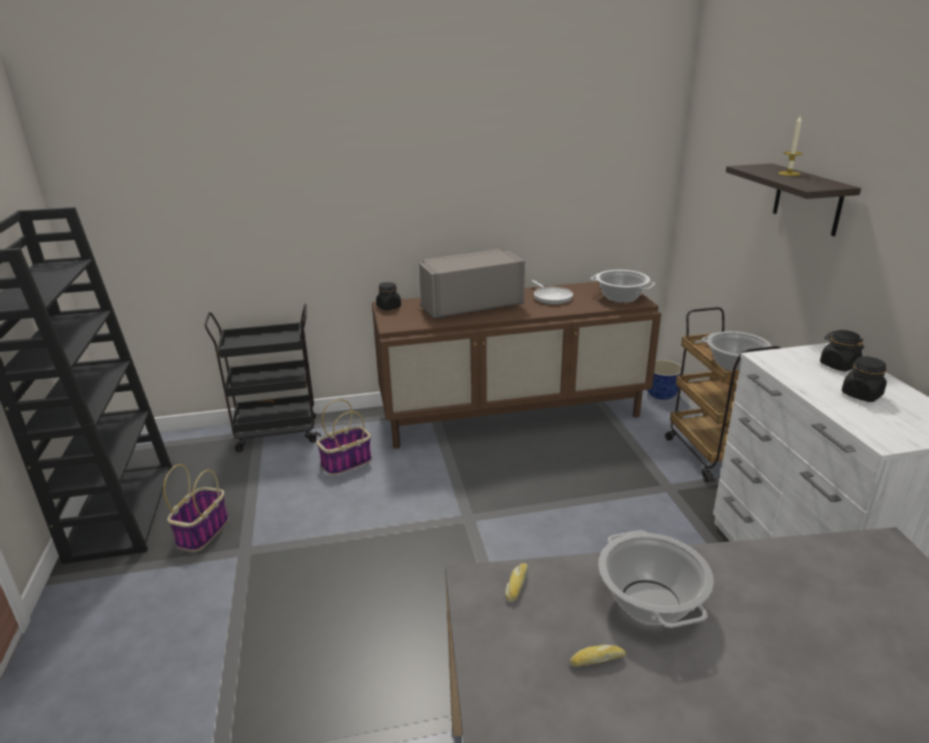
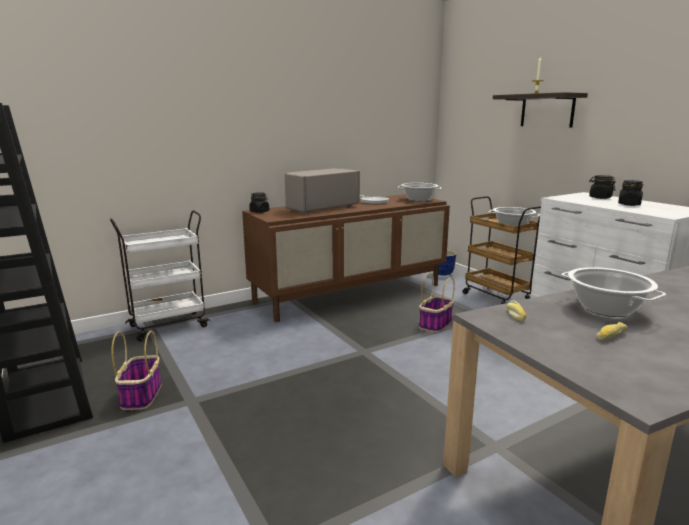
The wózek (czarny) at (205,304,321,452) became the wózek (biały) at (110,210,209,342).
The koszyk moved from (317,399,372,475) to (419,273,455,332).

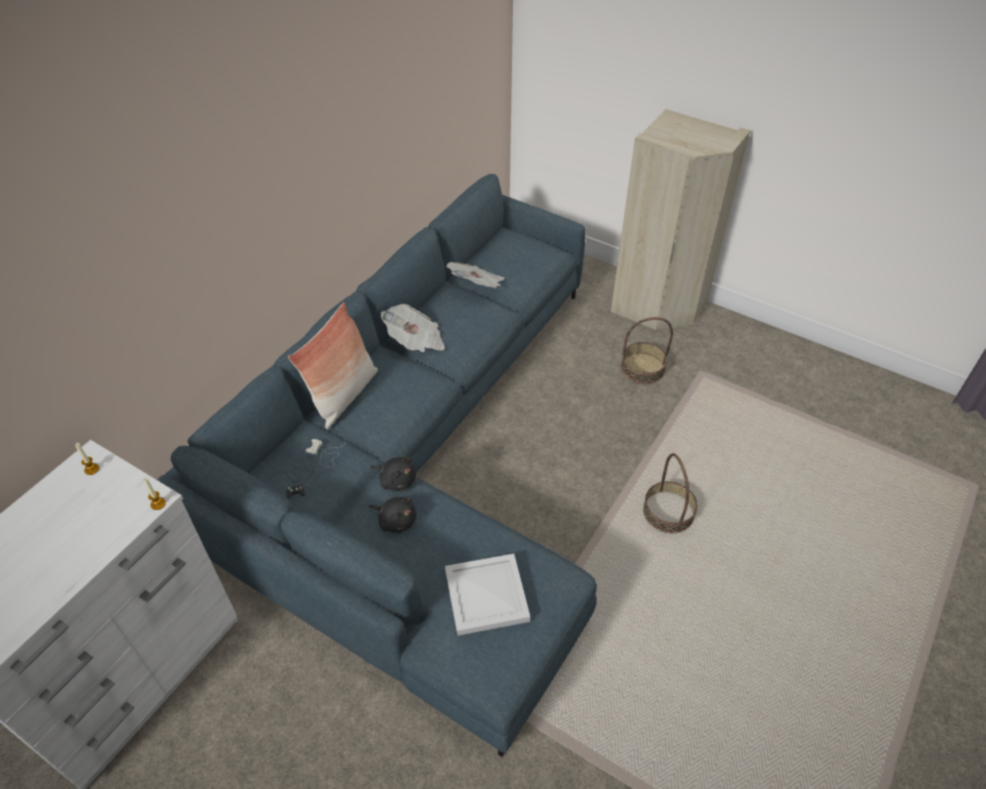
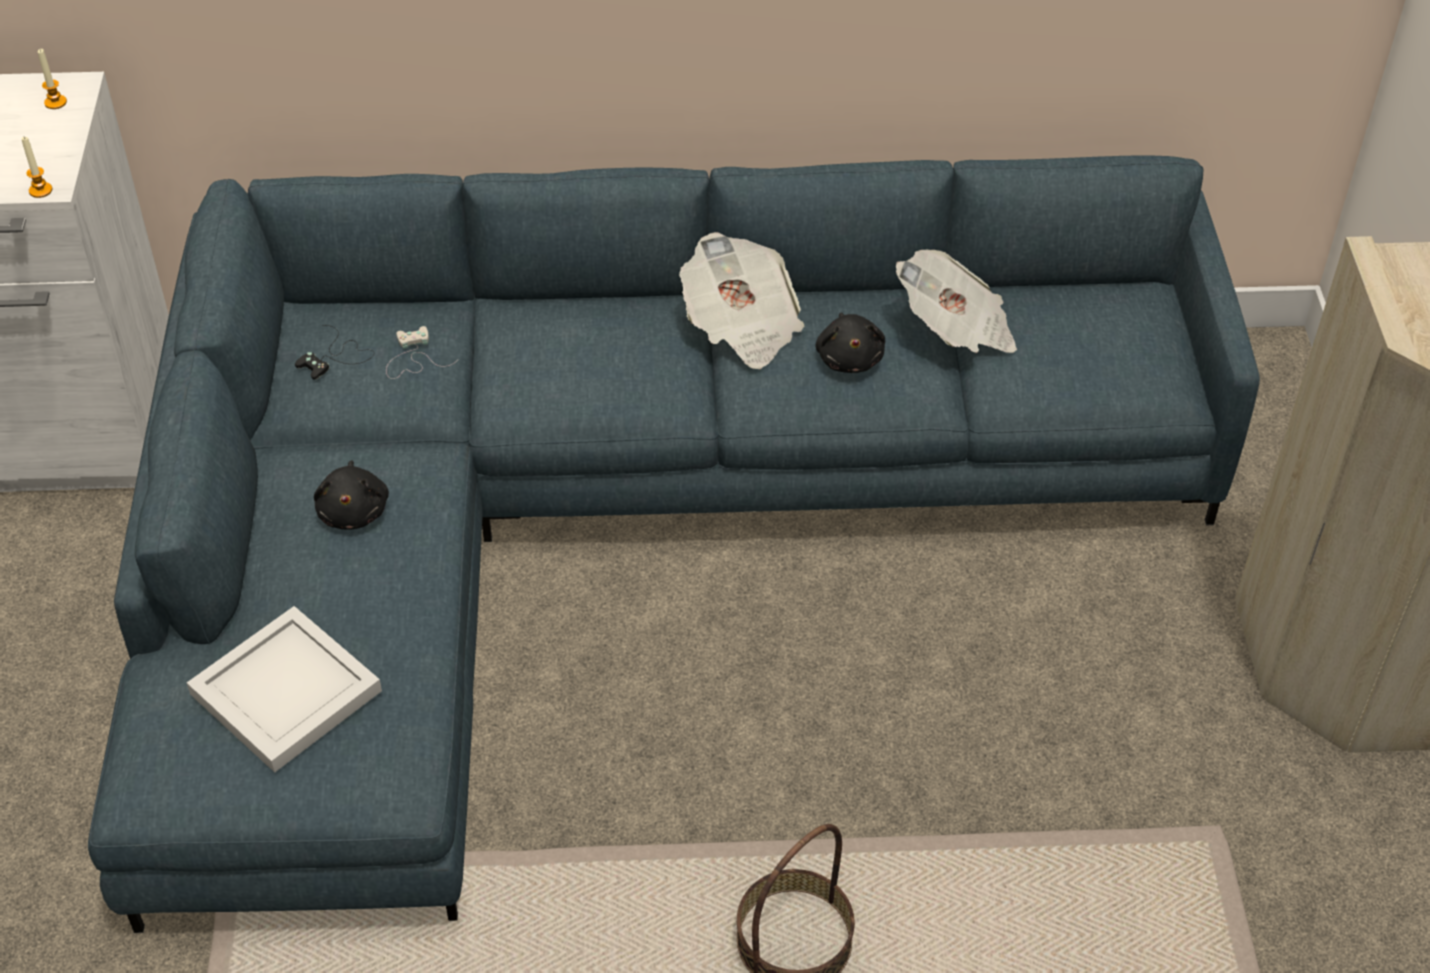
The pluszak (czarny) moved from (371,457,416,491) to (815,313,885,373).
The poduszka at (288,302,378,429) disappeared.
The koszyk at (621,317,673,384) disappeared.

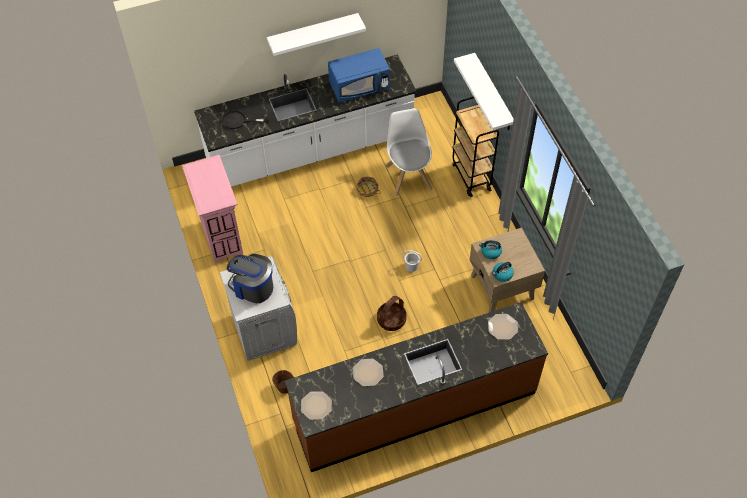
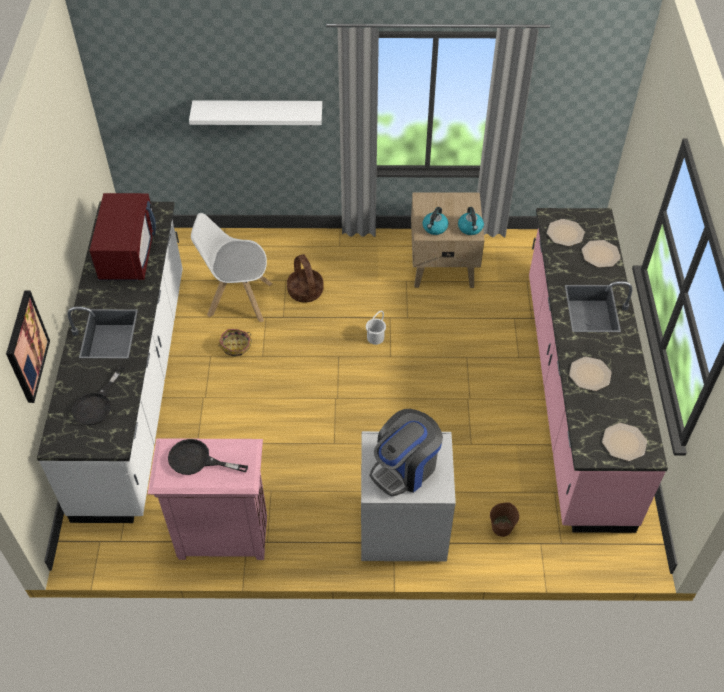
The obraz at (6,291,50,403) appeared.
The mikrofalówka (niebieski) at (328,48,390,103) became the mikrofalówka (czerwony) at (89,193,156,280).
The patelnia (czarny) at (168,439,248,475) appeared.
The koszyk moved from (377,296,406,331) to (287,254,324,303).
The zabudowa kuchenna (brązowy) at (285,302,548,472) became the zabudowa kuchenna (różowy) at (529,208,668,533).
The talerz at (582,240,621,267) appeared.
The półka (biały) at (267,13,366,56) disappeared.
The wózek (brązowy) at (452,96,499,197) disappeared.

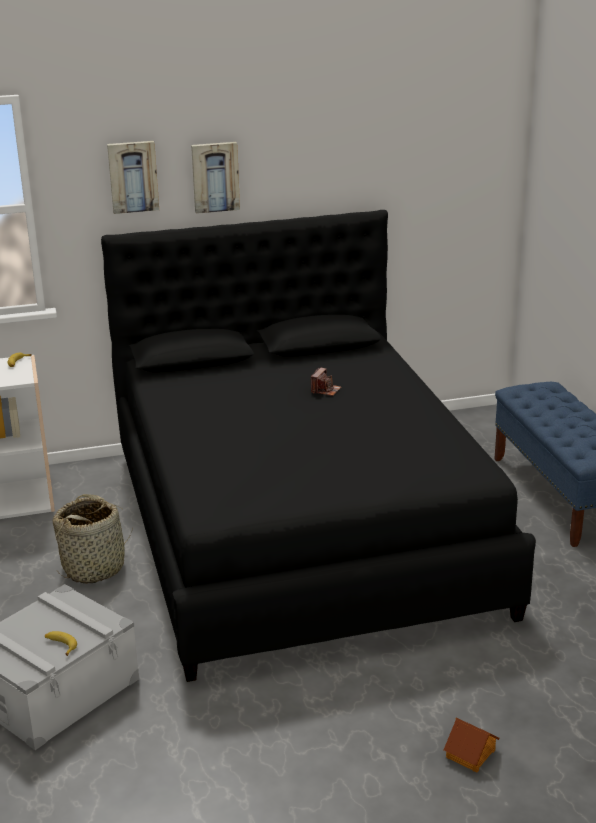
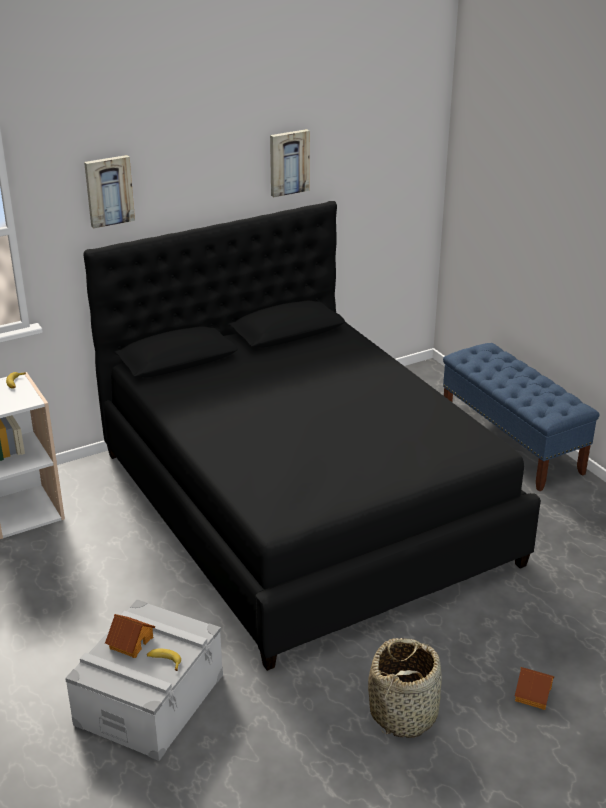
The domek at (105,614,155,658) appeared.
The obraz moved from (191,142,240,214) to (270,129,310,197).
The koszyk moved from (53,494,133,584) to (368,638,442,738).
The aparat fotograficzny at (311,367,341,396) disappeared.

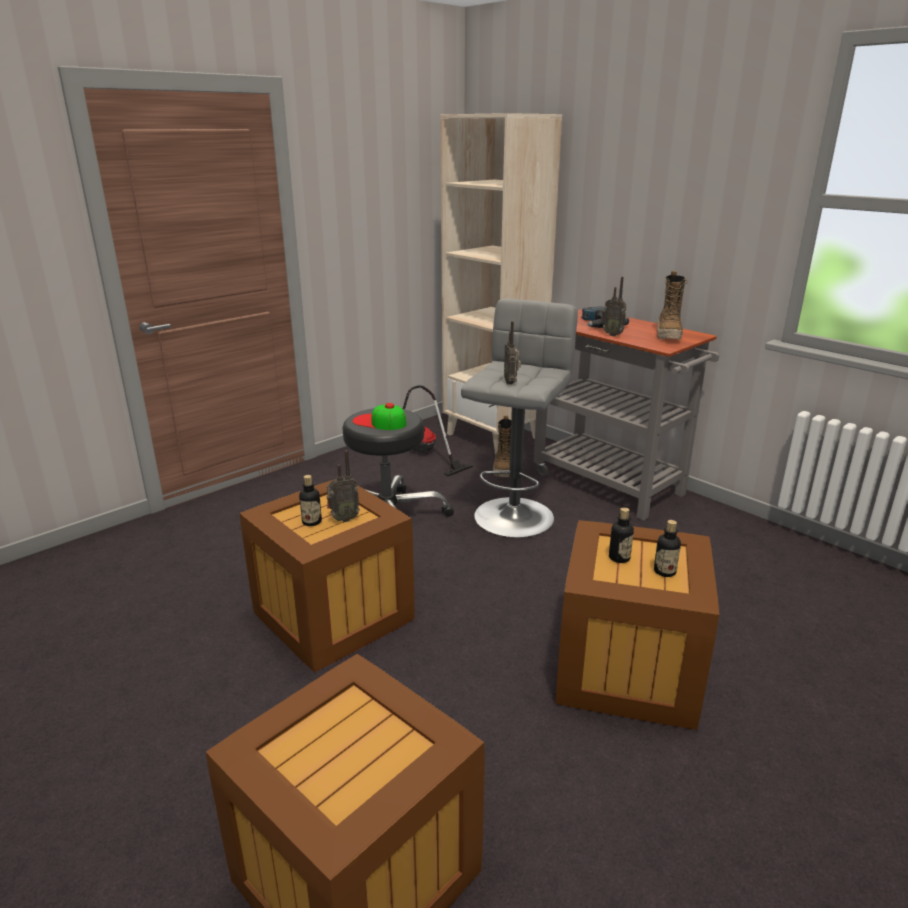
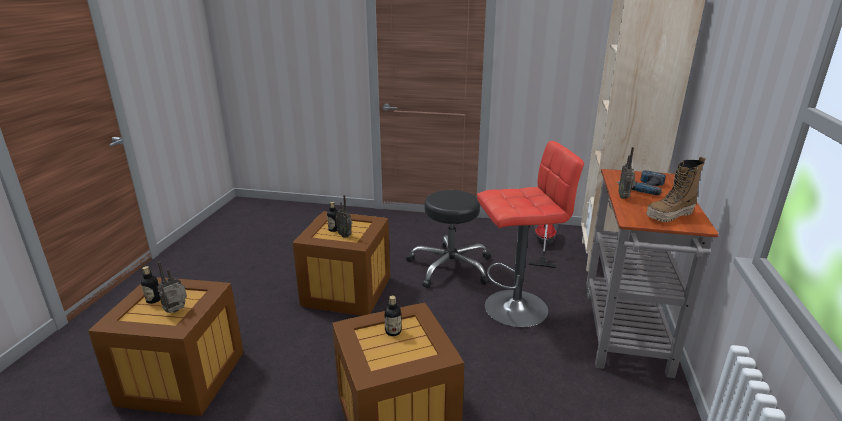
The butelka moved from (654,520,681,577) to (141,266,160,304).
The radio moved from (504,321,521,384) to (158,261,187,313).
The stołek (szary) at (461,299,578,538) became the stołek (czerwony) at (477,141,584,327).
The czapka z daszkiem at (353,403,407,430) disappeared.
The but z cholewką at (493,415,511,477) disappeared.

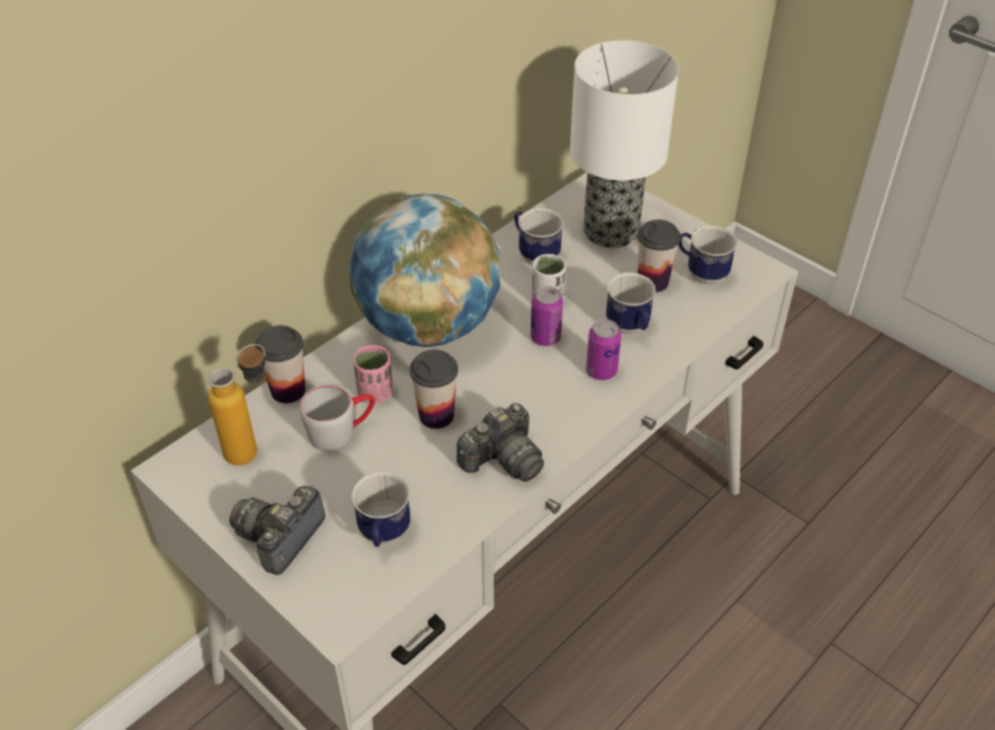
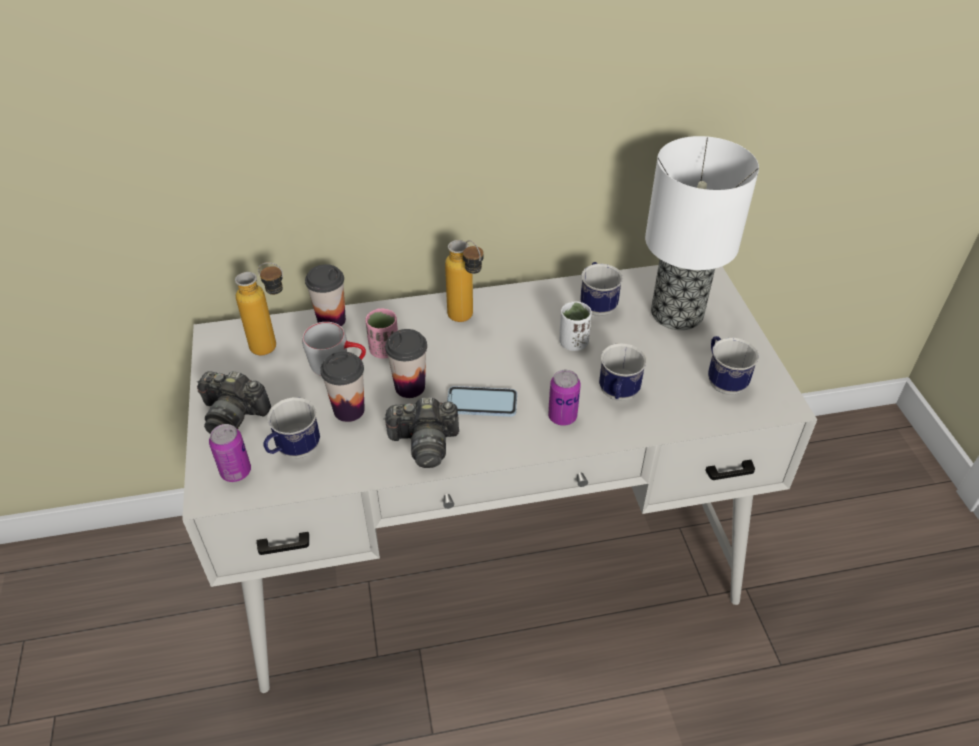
The aparat fotograficzny at (229,486,325,575) turned 135 degrees counterclockwise.
The puszka moved from (531,286,563,346) to (209,424,251,482).
The filiżanka moved from (638,220,681,292) to (320,351,365,422).
The globus at (349,194,500,347) was replaced by the butelka at (445,240,483,322).
The telefon at (447,386,517,417) appeared.

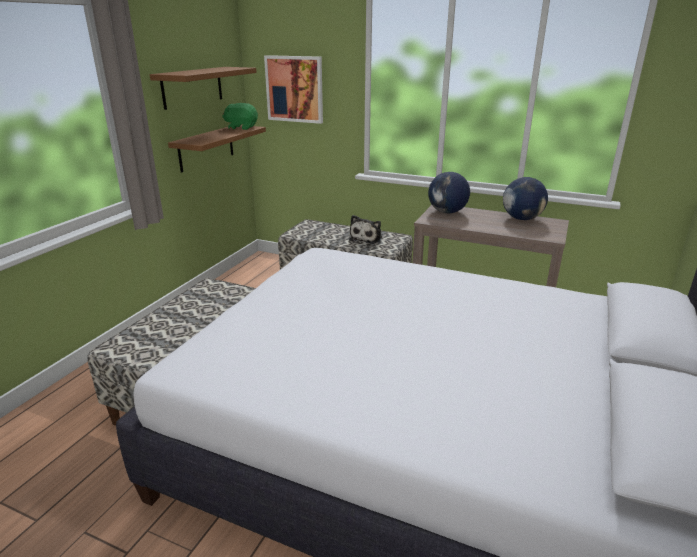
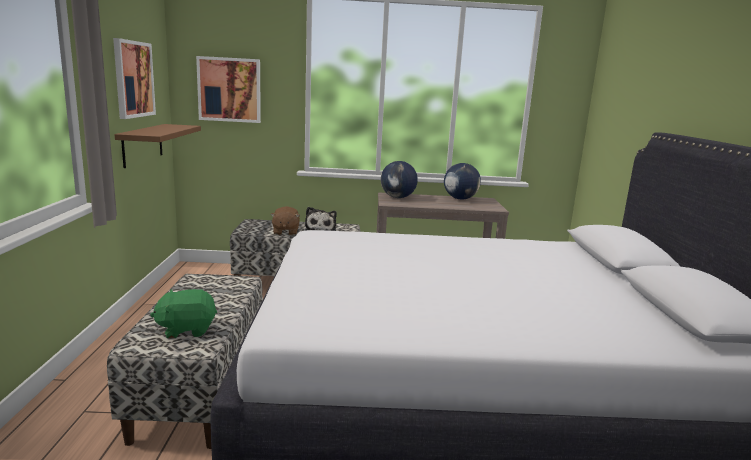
The półka (brązowy) at (150,67,257,110) was replaced by the obraz at (113,38,156,119).
The pluszak (zielony) moved from (222,103,258,130) to (150,289,217,338).
The pluszak (brązowy) at (270,206,300,235) appeared.

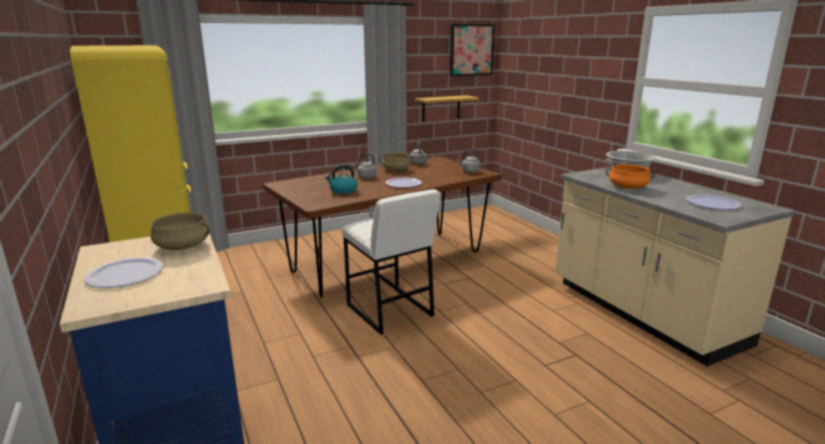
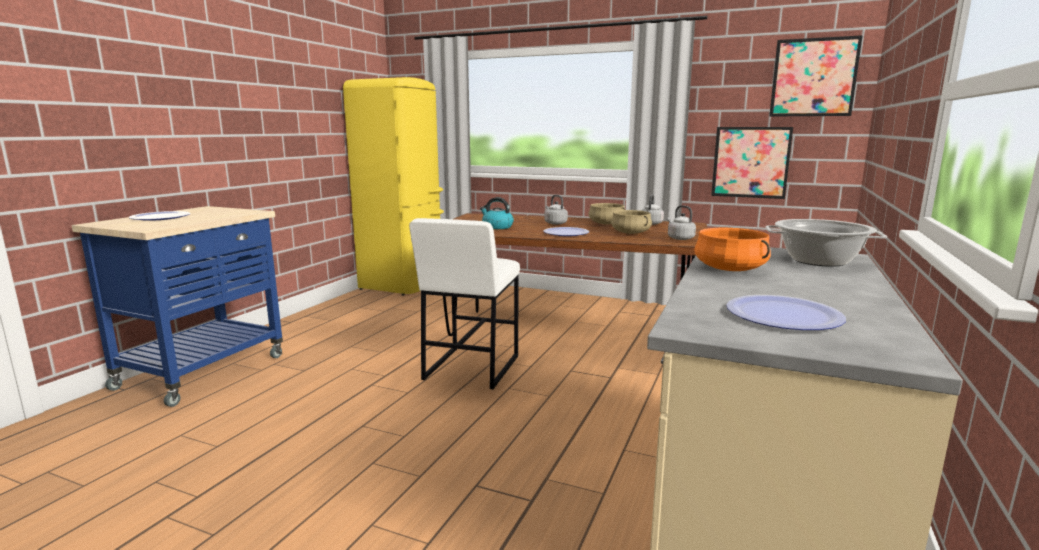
The garnek (beżowy) moved from (150,213,210,250) to (611,210,652,234).
The półka at (415,95,479,122) was replaced by the obraz at (711,127,793,199).

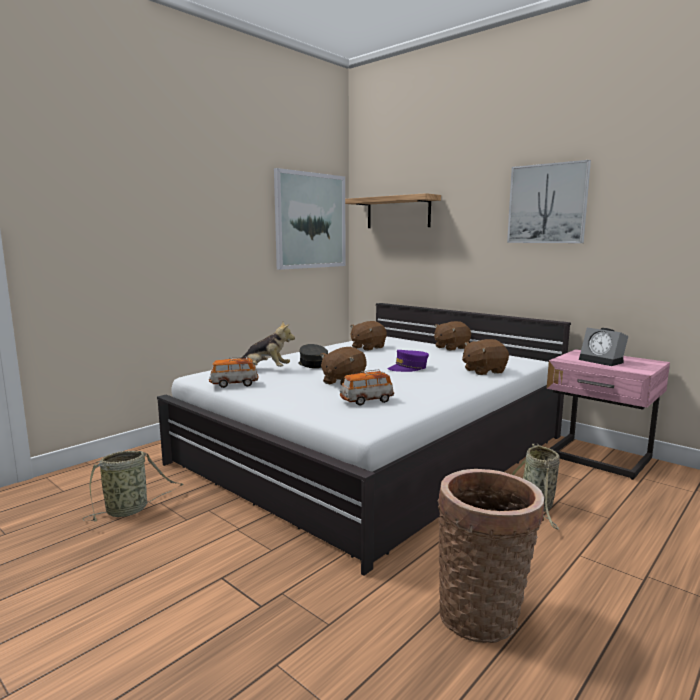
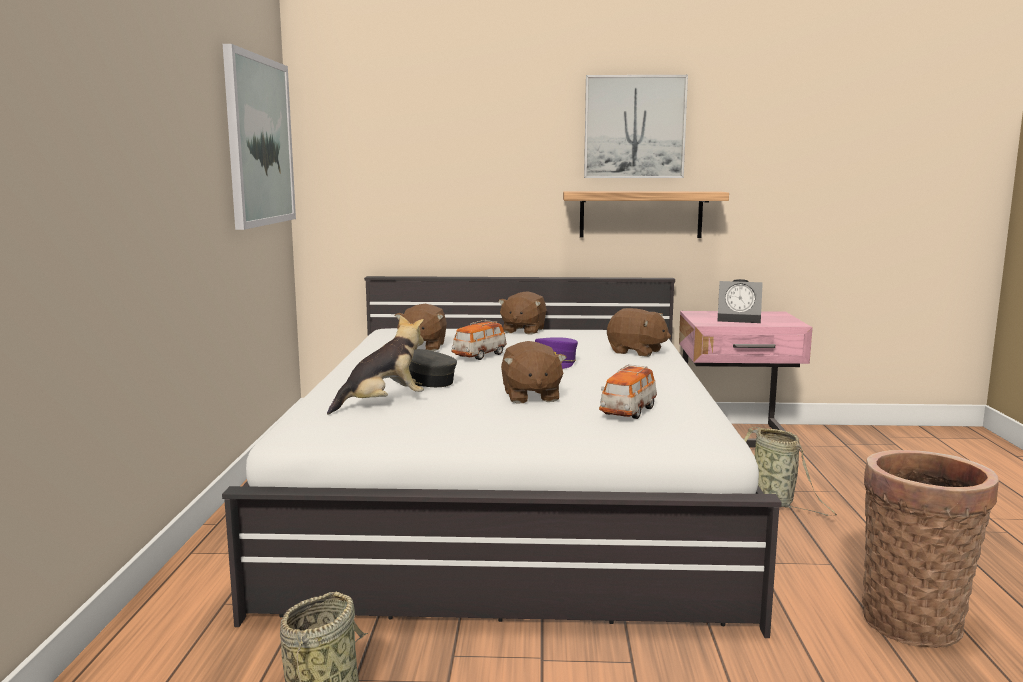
The samochodzik moved from (209,356,258,388) to (451,320,507,360).
The półka moved from (345,193,441,228) to (563,191,729,238).
The pluszak (brązowy) at (462,339,509,375) turned 90 degrees counterclockwise.

